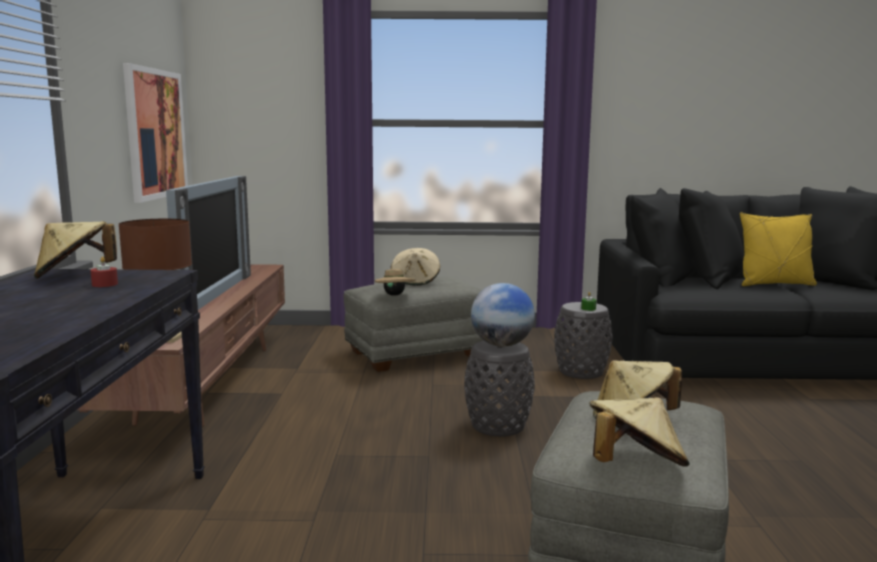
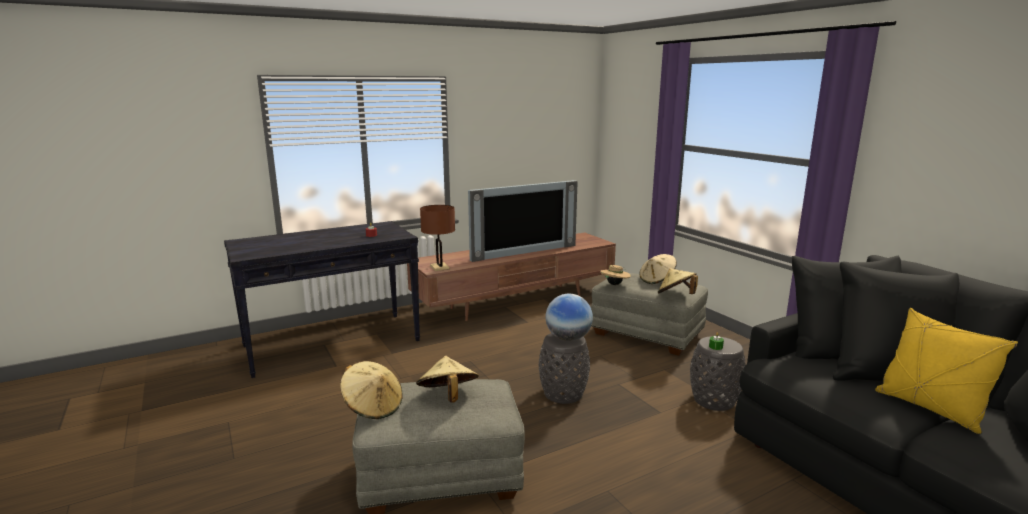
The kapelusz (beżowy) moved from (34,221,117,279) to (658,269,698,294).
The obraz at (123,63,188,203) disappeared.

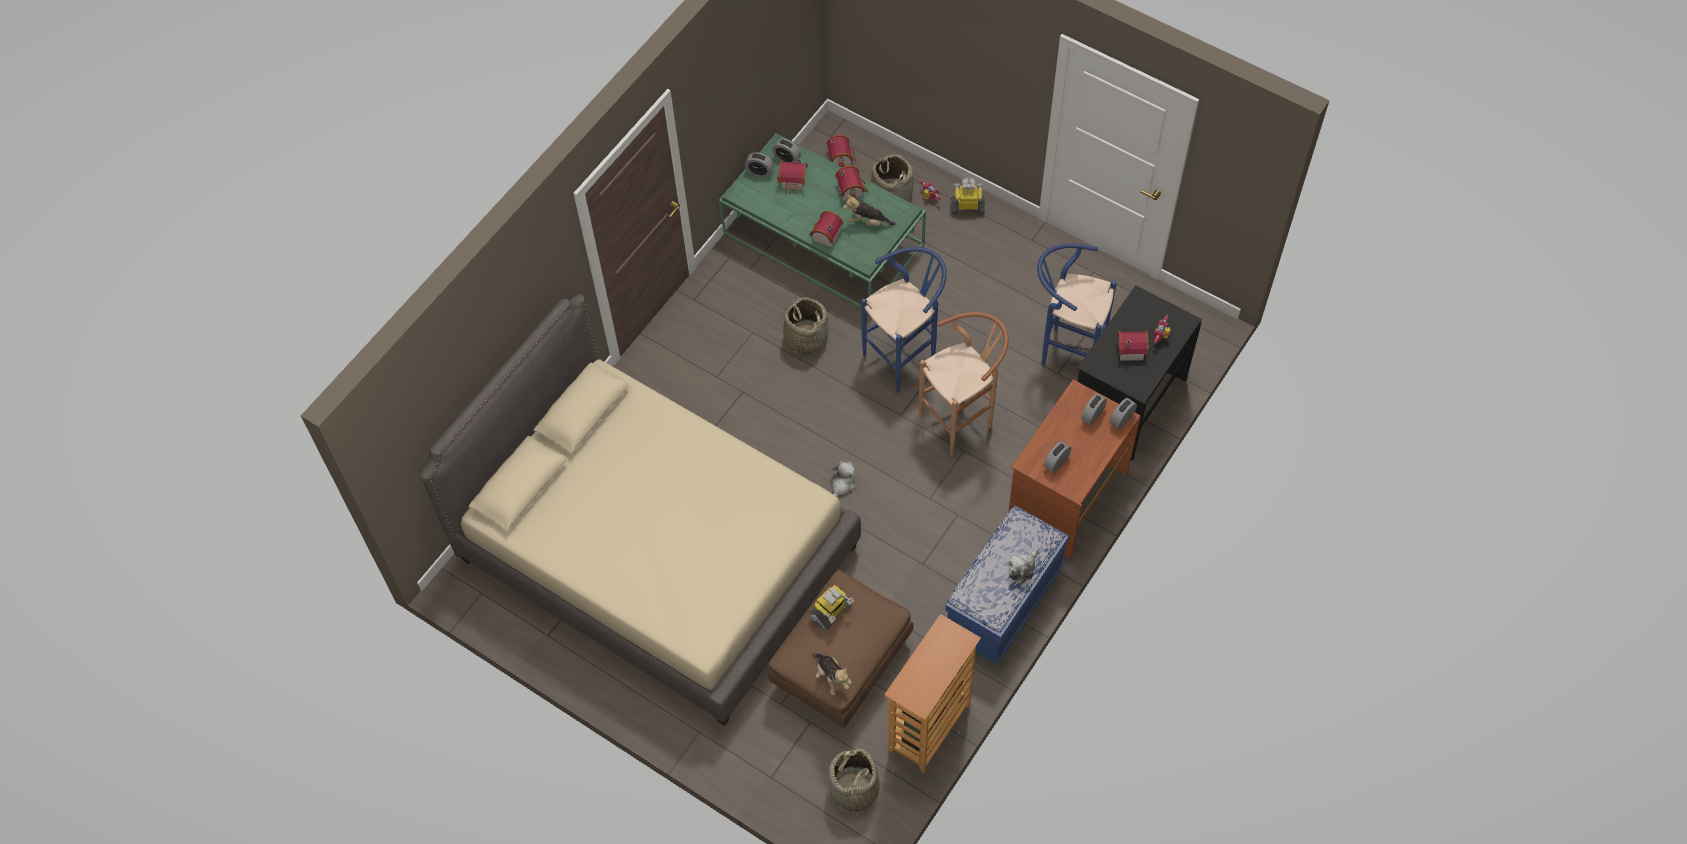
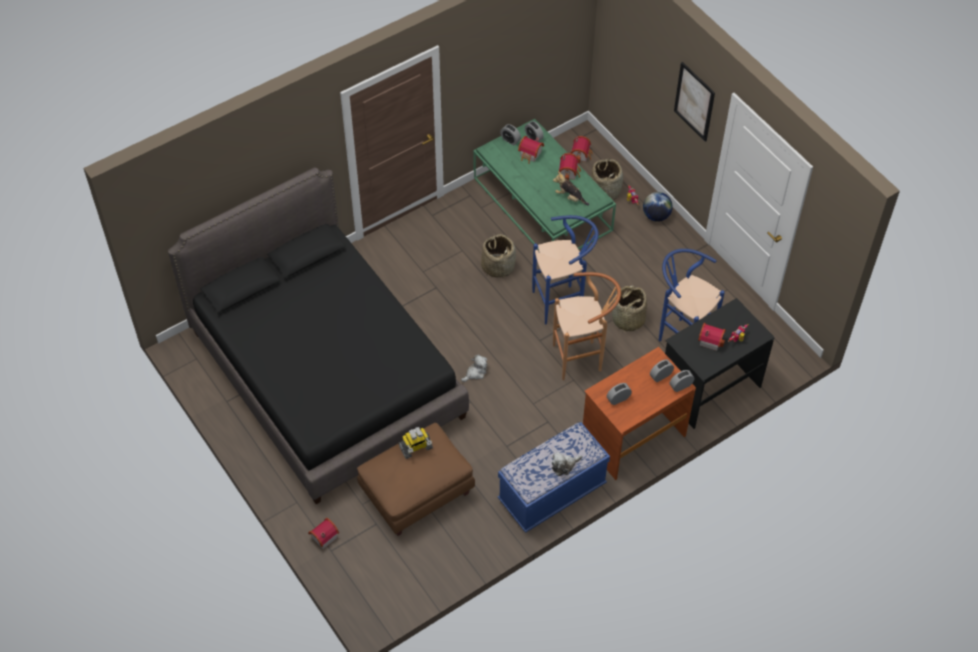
The łóżko (beżowy) at (420,294,861,726) became the łóżko (czarny) at (168,168,469,504).
The domek moved from (809,211,844,248) to (308,518,339,549).
The koszyk moved from (828,748,880,819) to (612,285,647,332).
The robot zabawkowy at (951,178,985,215) was replaced by the globus at (643,192,673,222).
The obraz at (674,62,715,142) appeared.
The pluszak at (812,653,852,695) disappeared.
The regał at (884,614,981,773) disappeared.

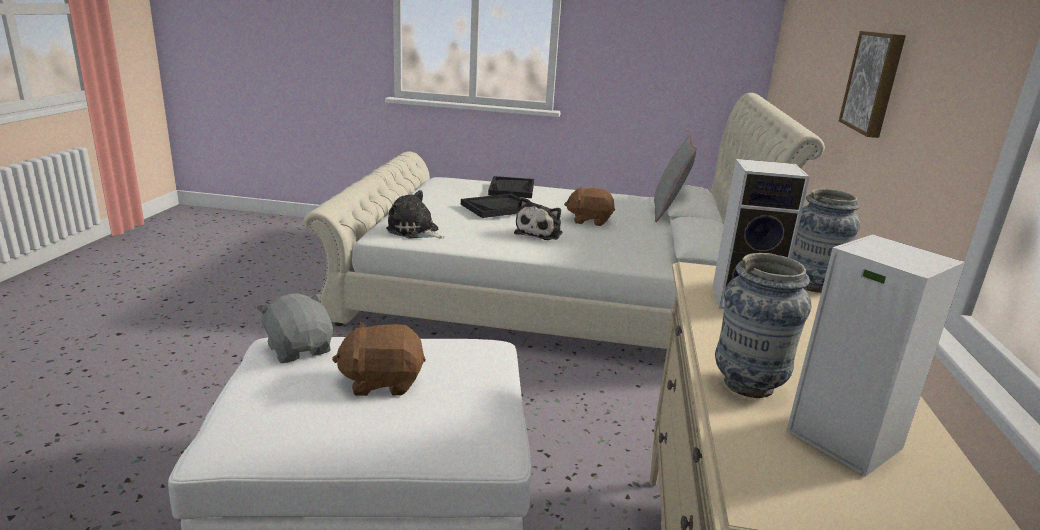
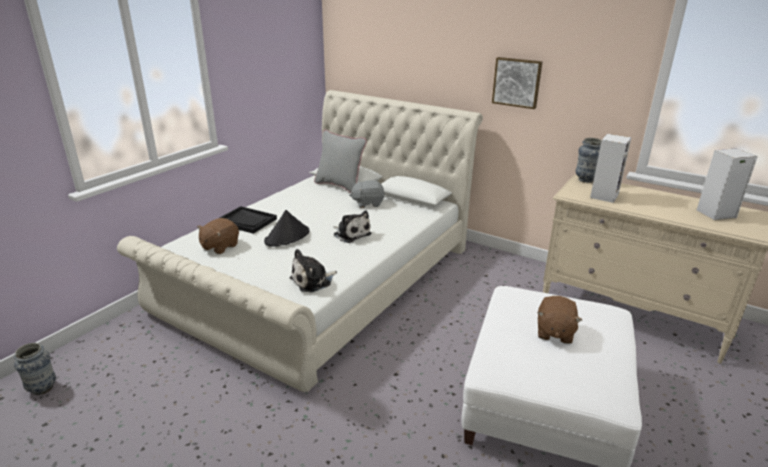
The wazon moved from (715,253,811,398) to (14,343,56,395).
The pluszak (brązowy) moved from (564,188,615,226) to (197,218,239,254).
The taca (czarny) at (461,194,520,218) was replaced by the kapelusz (czarny) at (264,210,309,247).
The pluszak (szary) moved from (257,293,333,363) to (349,180,385,208).

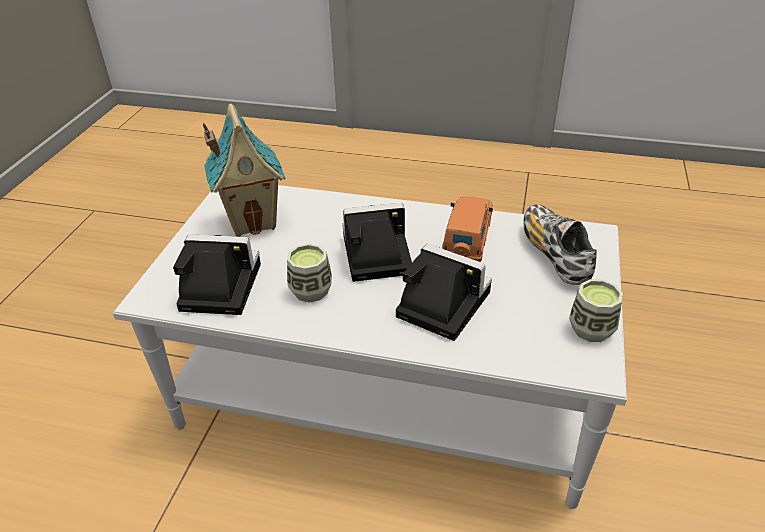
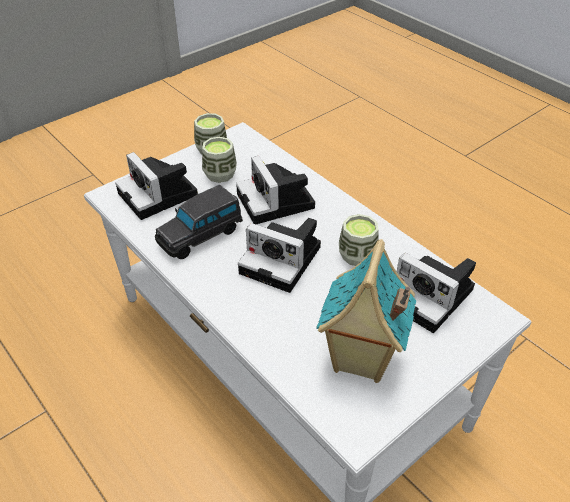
The but at (523,204,597,285) was replaced by the aparat fotograficzny at (115,152,198,220).
The samochodzik (pomarańczowy) at (442,196,493,262) became the samochodzik (czarny) at (155,185,243,259).
The filiżanka at (202,137,237,183) appeared.

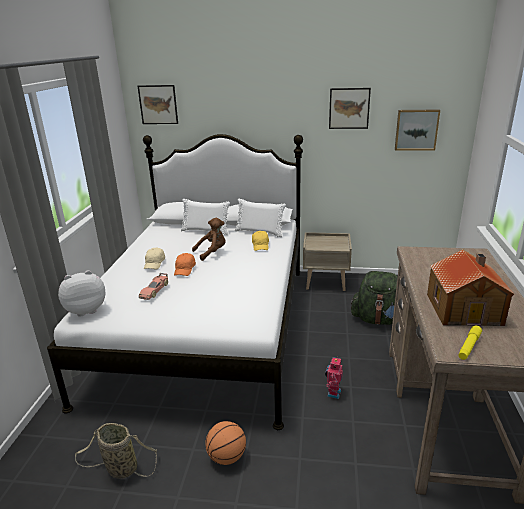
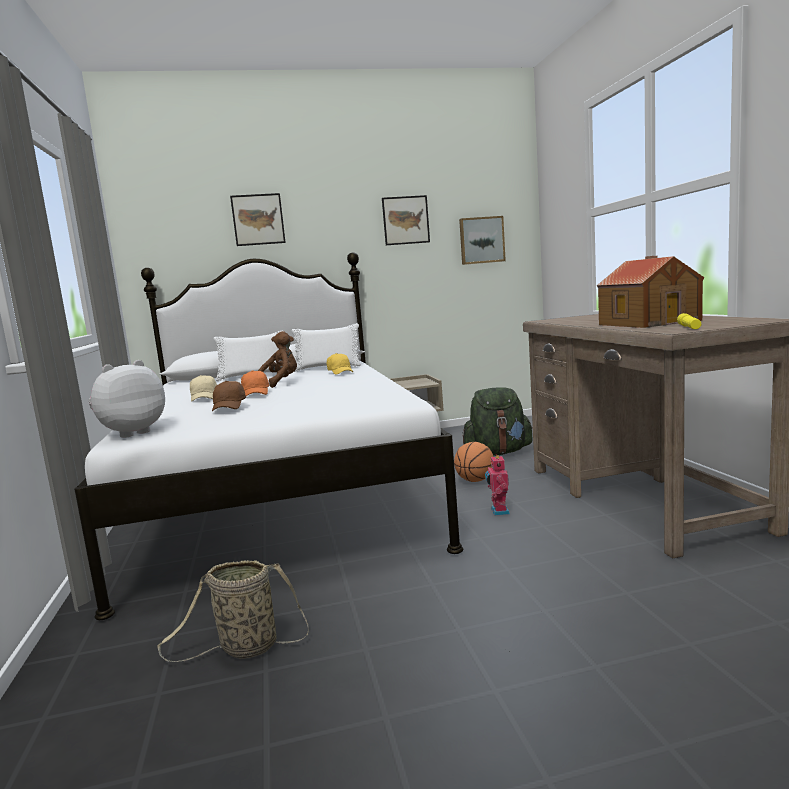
The samochodzik at (139,273,168,300) was replaced by the czapka z daszkiem (brązowy) at (212,381,246,411).
The obraz moved from (137,85,178,124) to (230,193,286,246).
The piłka do koszykówki moved from (205,421,246,465) to (454,442,494,482).

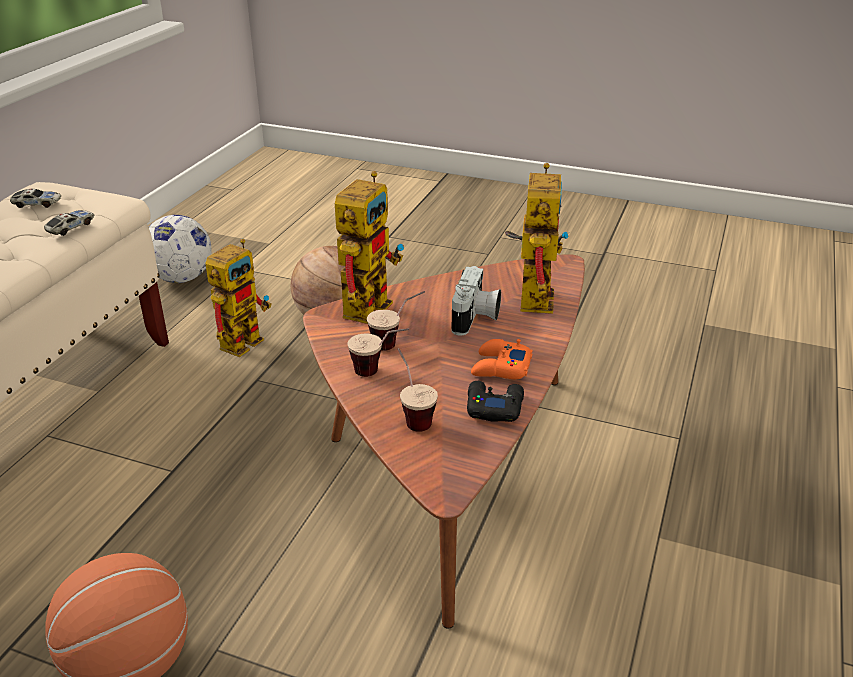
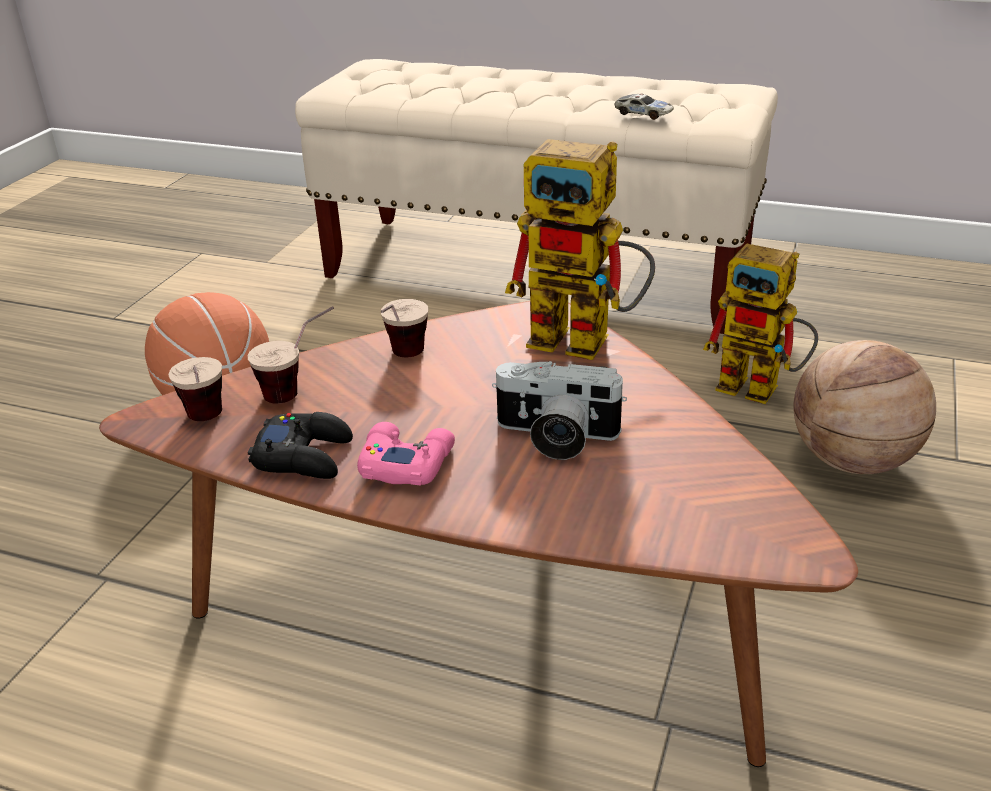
The filiżanka moved from (367,291,425,351) to (169,357,222,421).
The pad do gier (pomarańczowy) at (471,339,532,379) became the pad do gier (różowy) at (357,422,455,486).
The samochodzik at (10,189,61,208) disappeared.
The piłka futbolowa at (149,215,212,283) disappeared.
The robot zabawkowy at (505,163,568,314) disappeared.

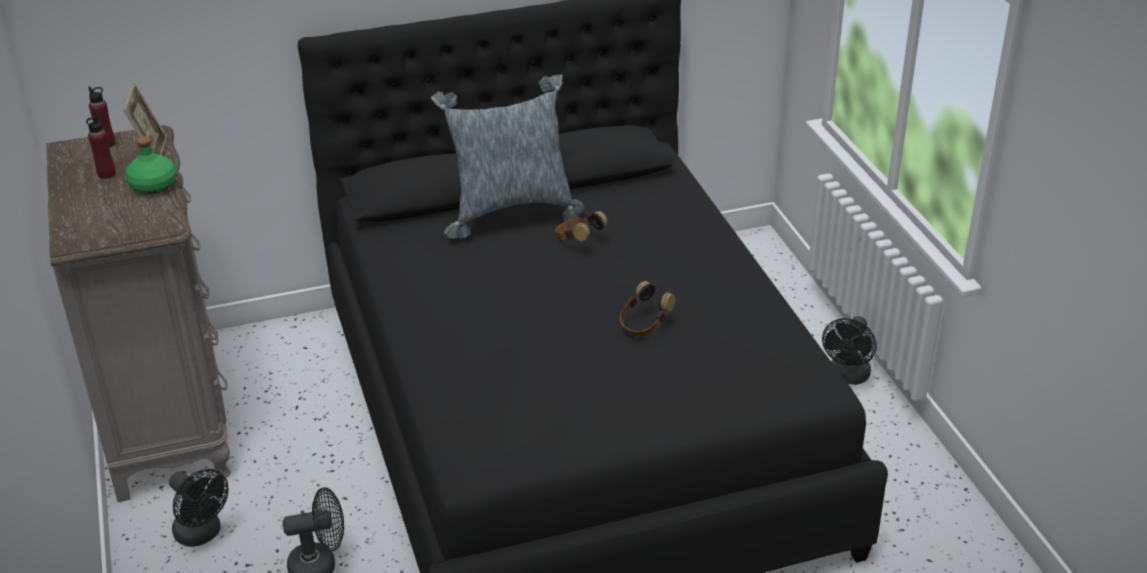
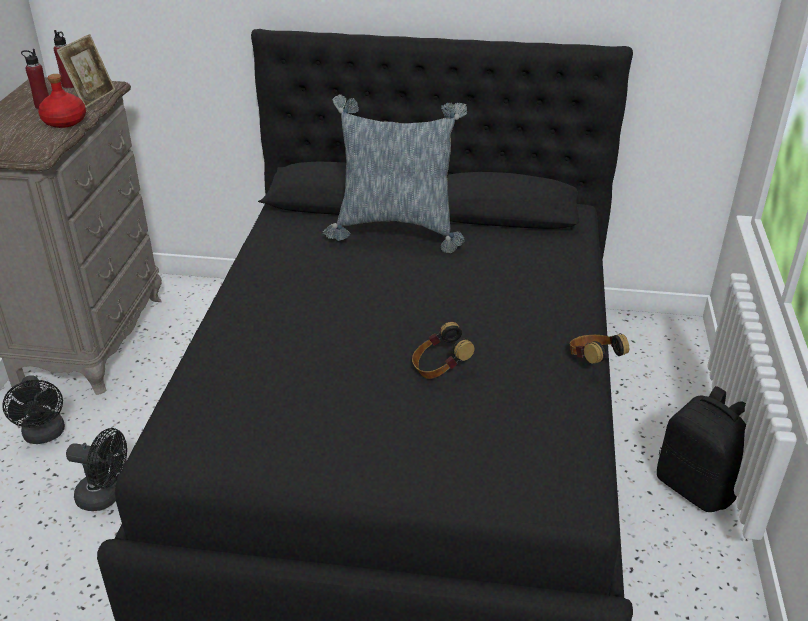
The butelka (zielony) at (125,136,177,194) became the butelka (czerwony) at (38,74,86,128).
The słuchawki moved from (555,211,608,241) to (569,333,629,364).
The wentylator (czarny) at (822,316,877,385) was replaced by the plecak (czarny) at (657,386,746,512).

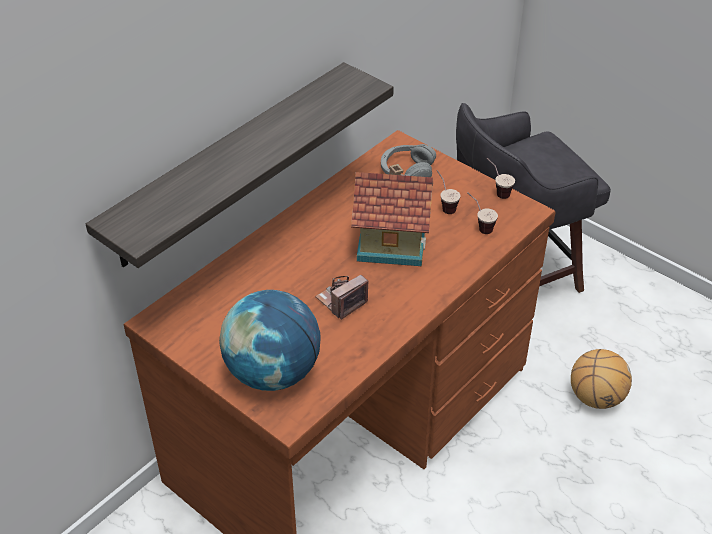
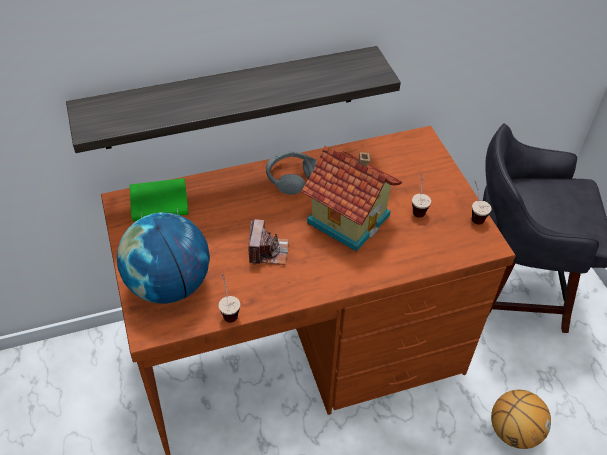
The książka (zielony) at (130,178,189,221) appeared.
The filiżanka moved from (468,193,498,234) to (218,274,240,323).
The aparat fotograficzny at (315,275,368,320) turned 105 degrees clockwise.
The słuchawki (szary) moved from (381,144,436,177) to (266,151,317,195).

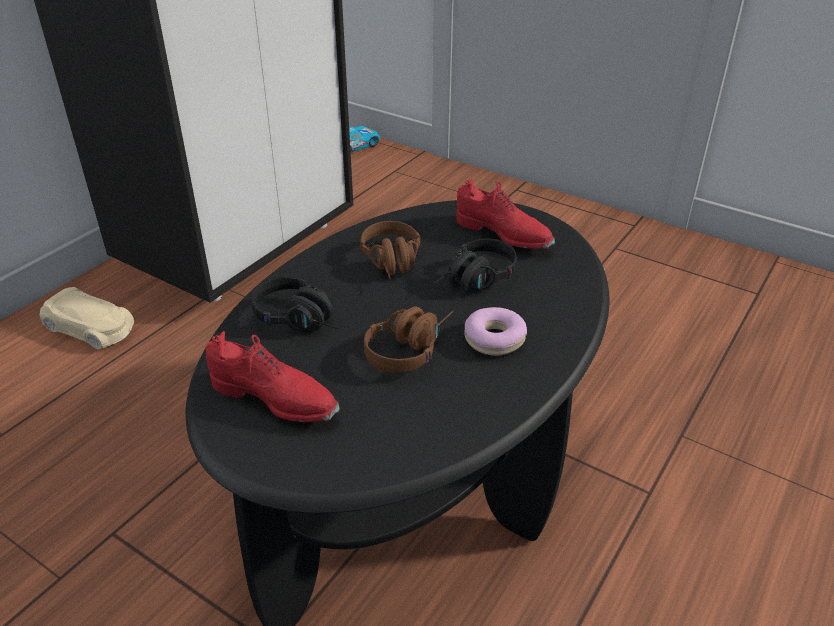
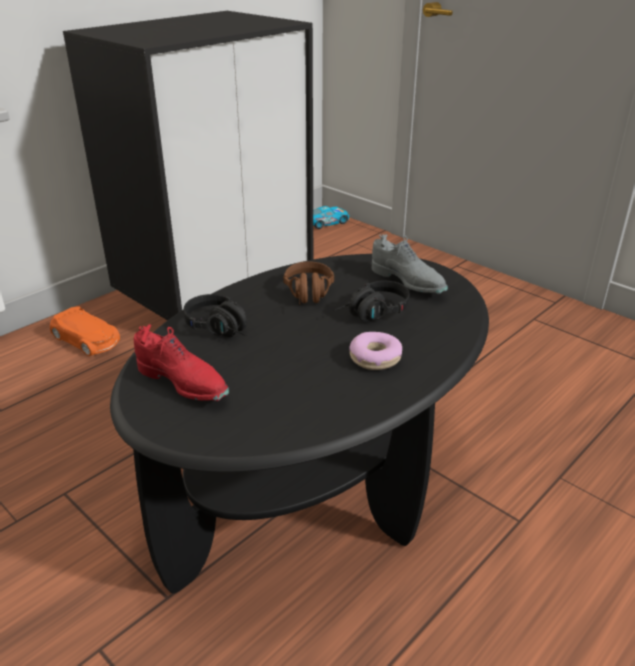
The samochodzik (beżowy) at (39,287,134,349) became the samochodzik (pomarańczowy) at (50,307,120,356).
The but (czerwony) at (456,179,555,249) became the but (szary) at (372,234,448,294).
The słuchawki (brązowy) at (364,306,454,373) disappeared.

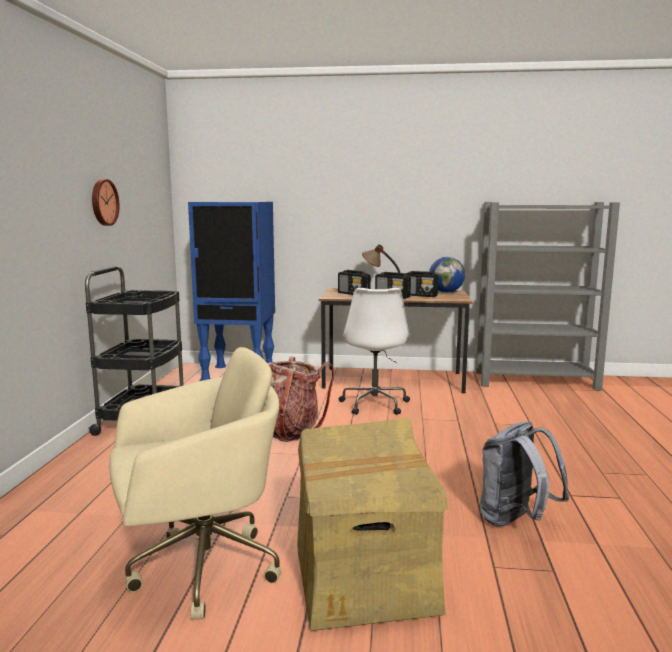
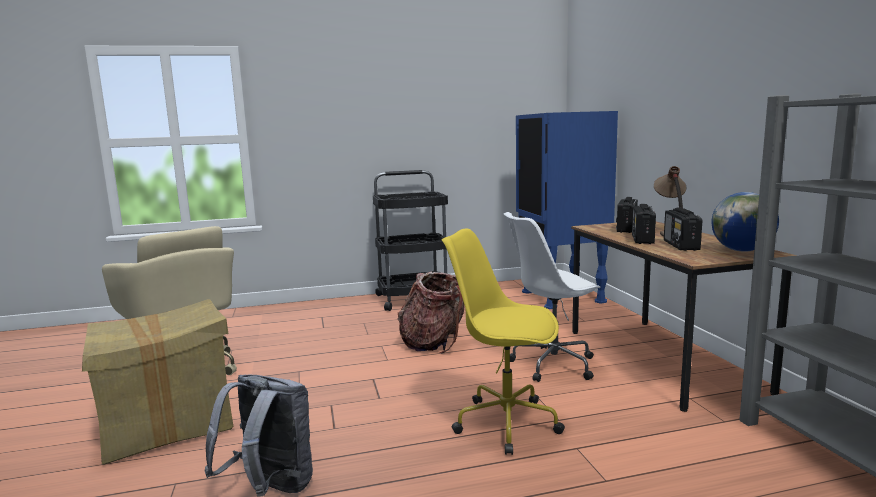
The krzesło biurowe (żółty) at (441,229,565,455) appeared.
The zegar ścienny at (92,179,120,226) disappeared.

